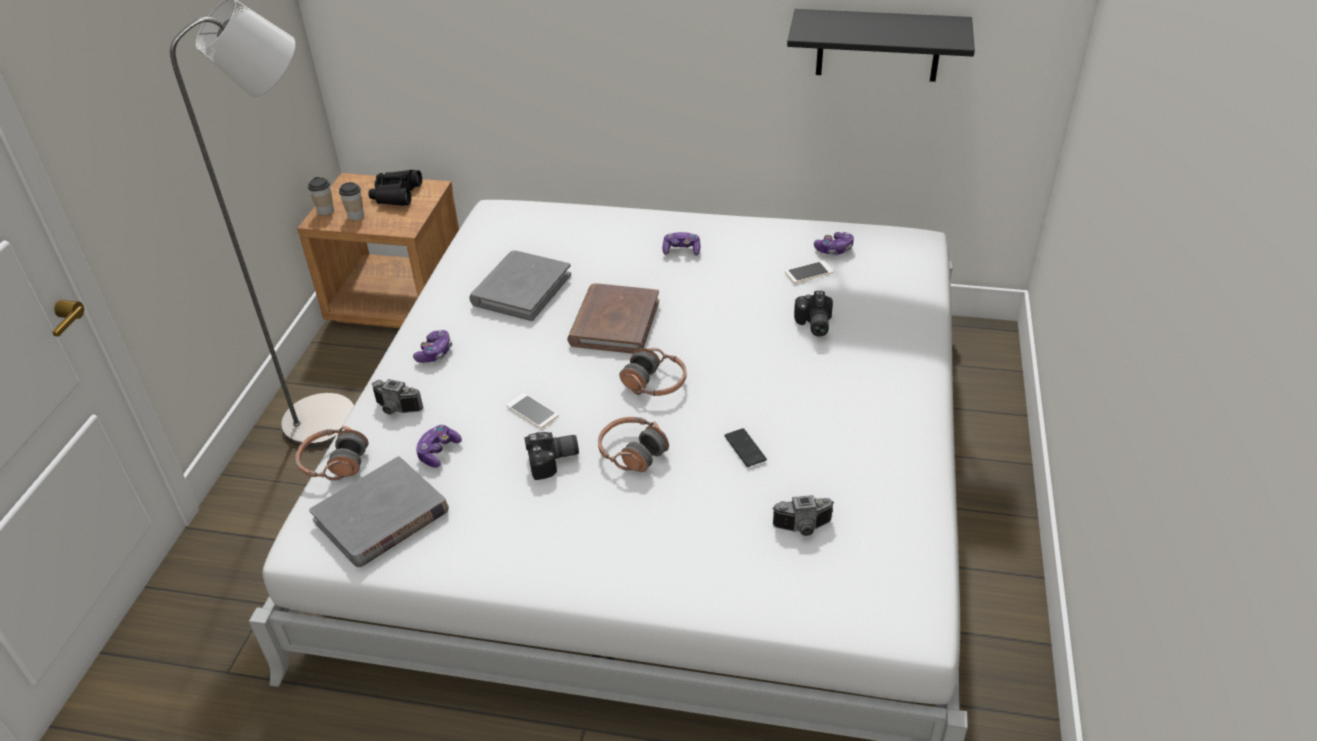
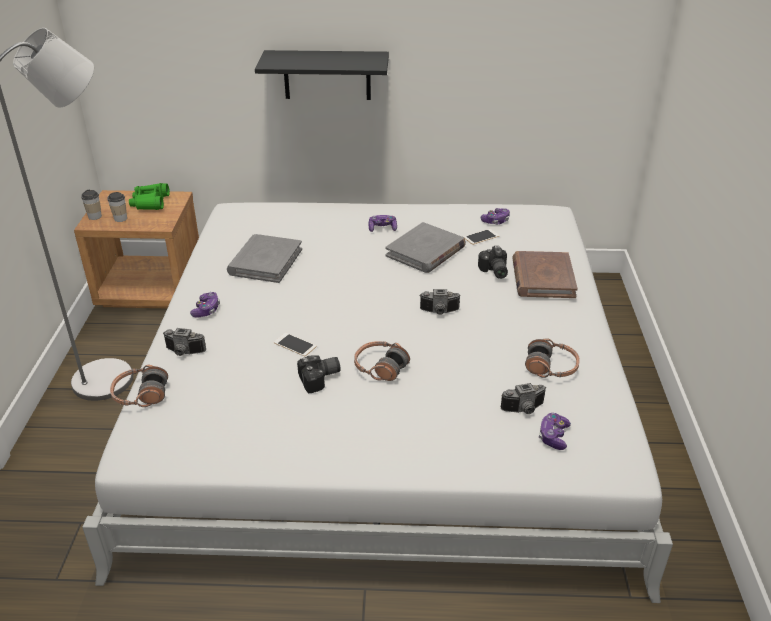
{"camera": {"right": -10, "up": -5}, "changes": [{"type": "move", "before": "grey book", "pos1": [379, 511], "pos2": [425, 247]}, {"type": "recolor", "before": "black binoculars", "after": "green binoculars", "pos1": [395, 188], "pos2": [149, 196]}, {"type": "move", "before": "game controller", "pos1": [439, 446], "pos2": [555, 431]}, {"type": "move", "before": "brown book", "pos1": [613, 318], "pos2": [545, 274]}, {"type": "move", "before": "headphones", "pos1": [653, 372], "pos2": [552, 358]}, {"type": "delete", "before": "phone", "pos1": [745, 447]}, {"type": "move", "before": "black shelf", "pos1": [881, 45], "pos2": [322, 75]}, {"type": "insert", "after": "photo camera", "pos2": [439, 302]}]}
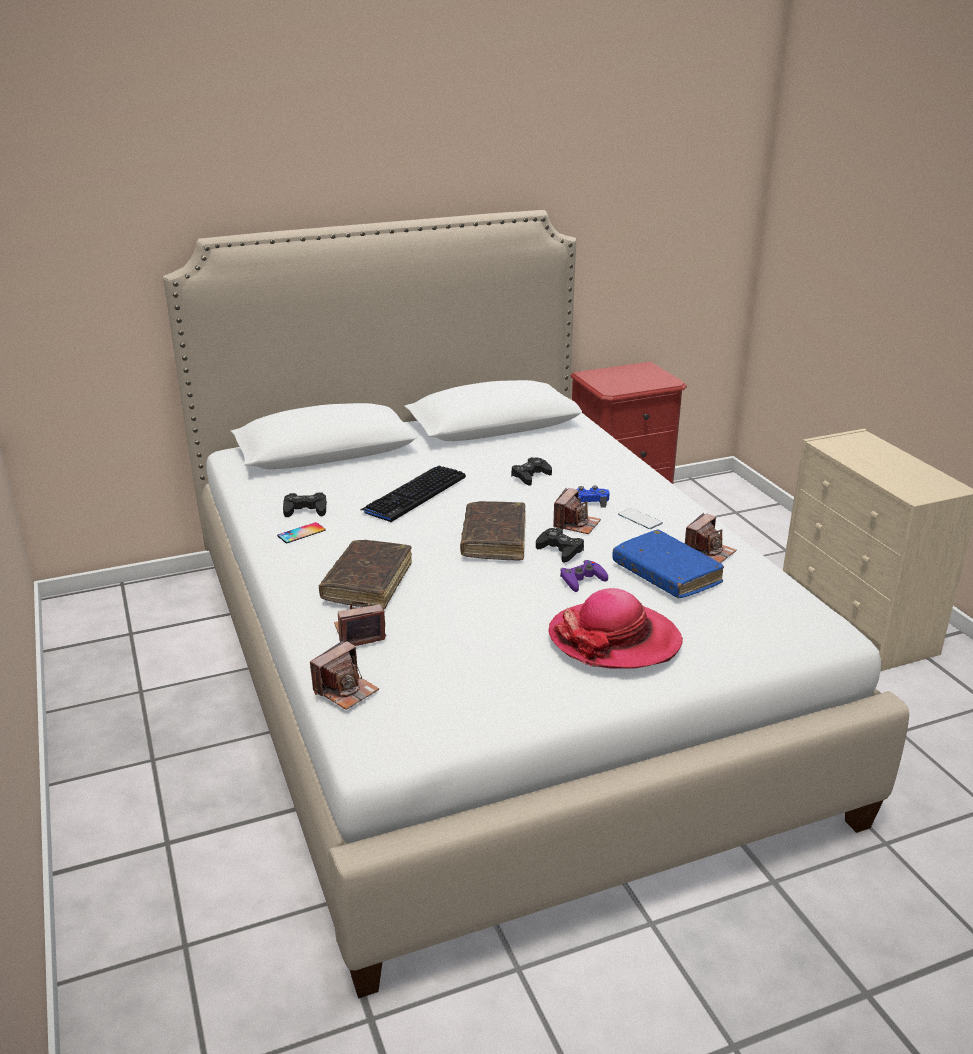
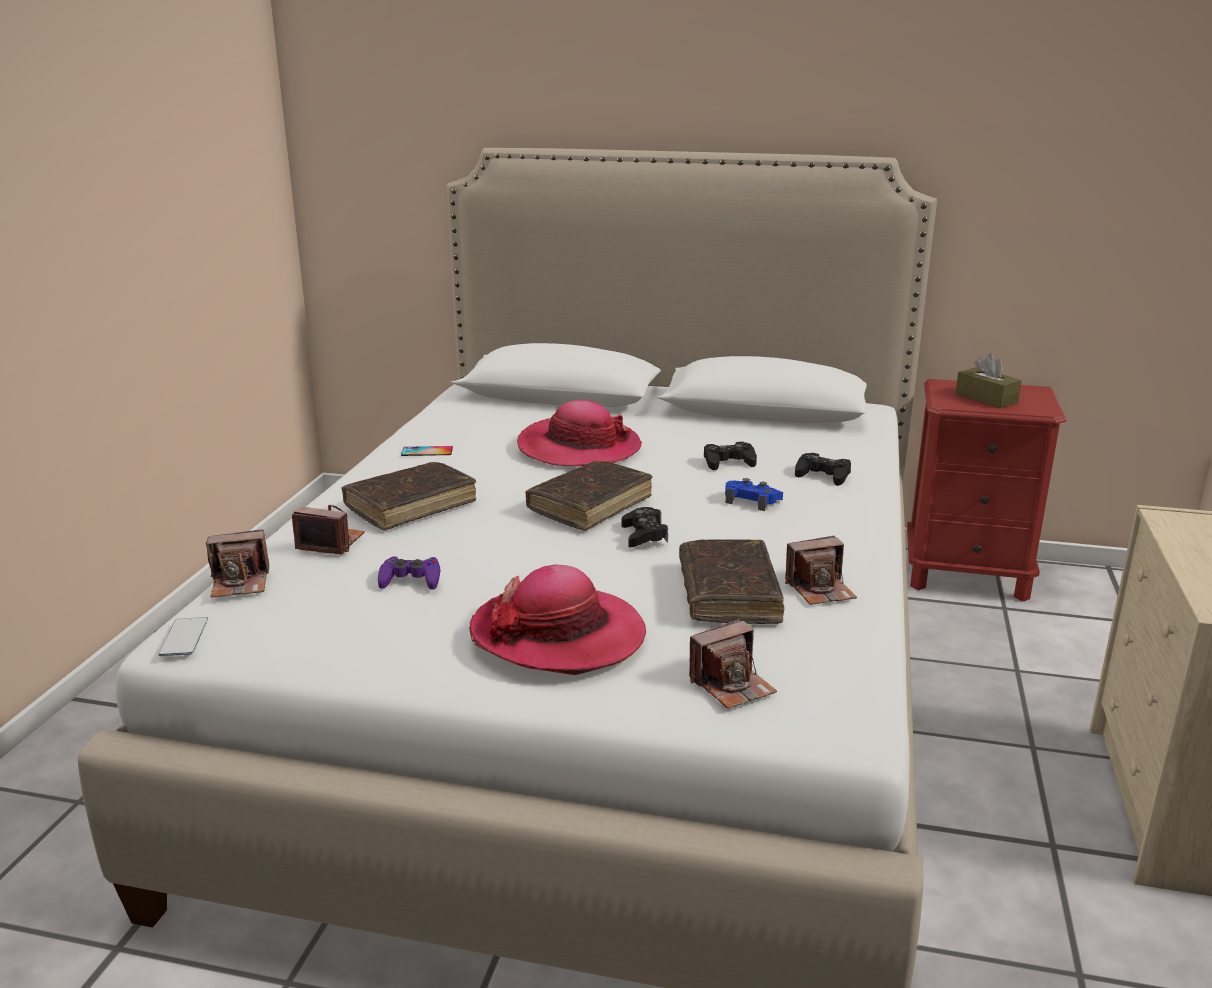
{"camera": {"right": 35, "up": -5}, "changes": [{"type": "move", "before": "black game controller", "pos1": [305, 504], "pos2": [823, 469]}, {"type": "replace", "before": "keyboard", "after": "hat", "pos1": [413, 494], "pos2": [579, 433]}, {"type": "move", "before": "photo camera", "pos1": [577, 511], "pos2": [733, 664]}, {"type": "move", "before": "purple game controller", "pos1": [584, 576], "pos2": [409, 573]}, {"type": "recolor", "before": "blue book", "after": "brown book", "pos1": [668, 564], "pos2": [731, 581]}, {"type": "move", "before": "phone", "pos1": [640, 518], "pos2": [183, 636]}, {"type": "insert", "after": "brown tissue box", "pos2": [988, 381]}]}
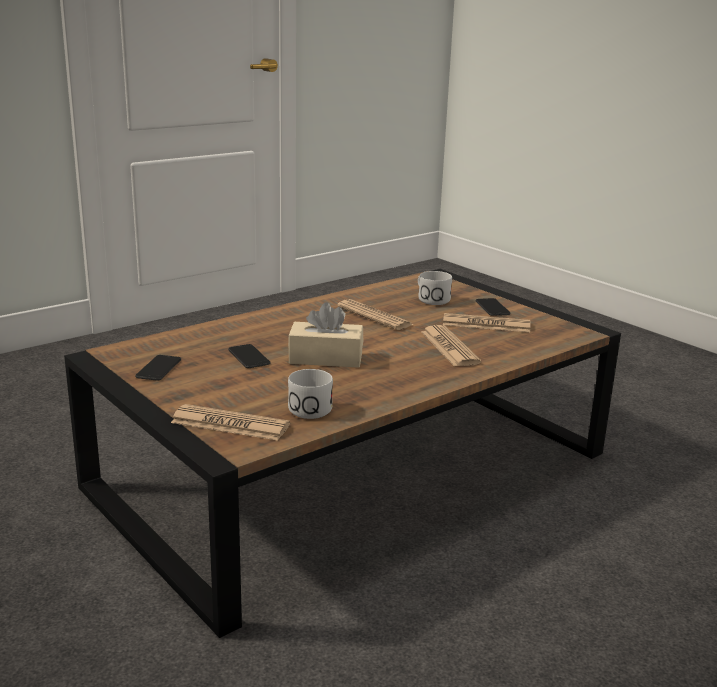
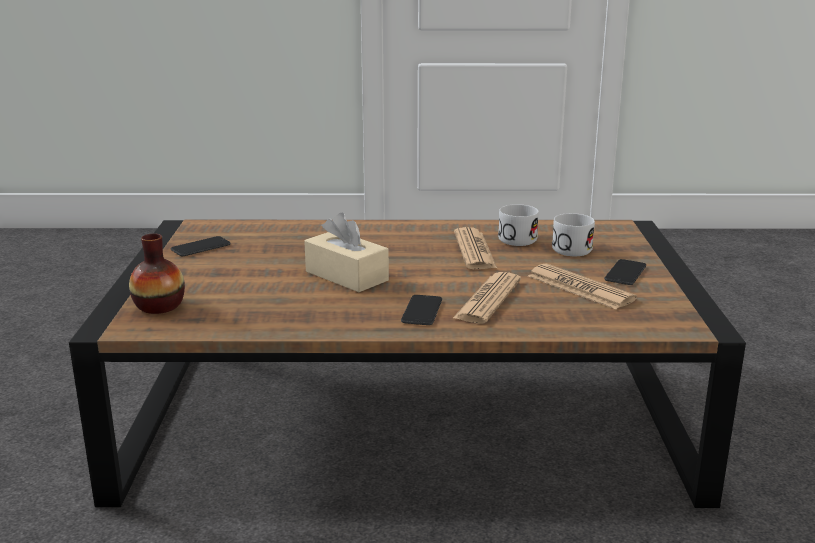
{"camera": {"right": 40, "up": 0}, "changes": [{"type": "replace", "before": "newspaper", "after": "vase", "pos1": [230, 422], "pos2": [157, 274]}, {"type": "move", "before": "phone", "pos1": [249, 356], "pos2": [421, 310]}, {"type": "move", "before": "white mug", "pos1": [310, 394], "pos2": [518, 225]}]}
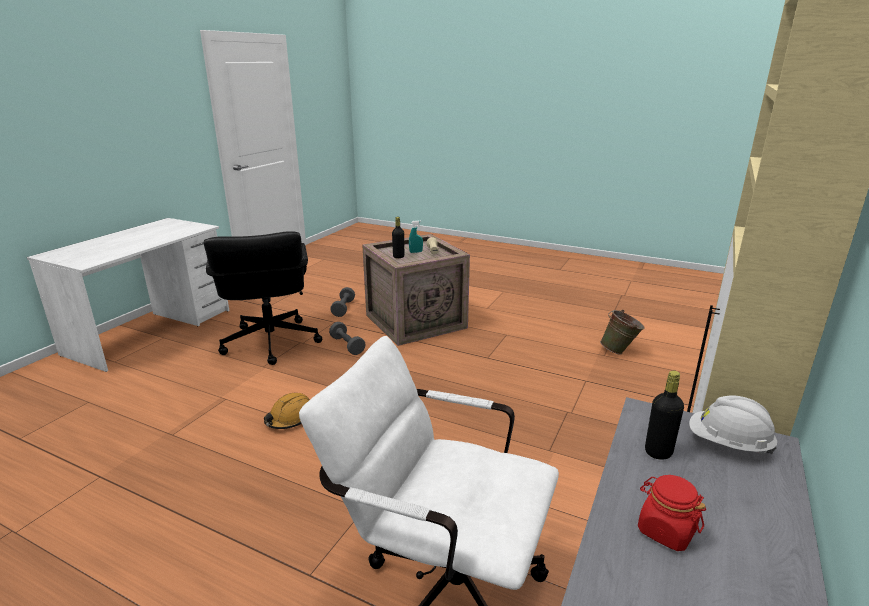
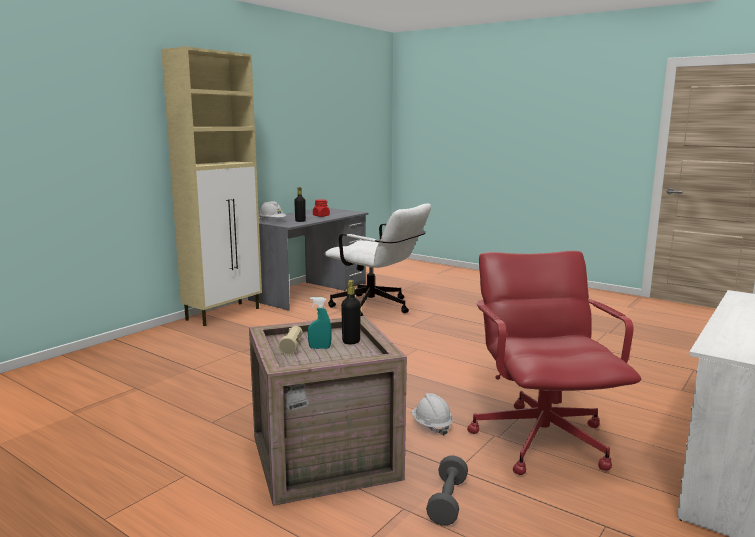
{"camera": {"right": -170, "up": -10}, "changes": [{"type": "recolor", "before": "black office chair", "after": "red office chair", "pos1": [263, 298], "pos2": [554, 363]}, {"type": "delete", "before": "orange hard hat", "pos1": [287, 411]}, {"type": "replace", "before": "grey dumbbell", "after": "white hard hat", "pos1": [347, 338], "pos2": [432, 414]}, {"type": "delete", "before": "green bucket", "pos1": [622, 332]}]}
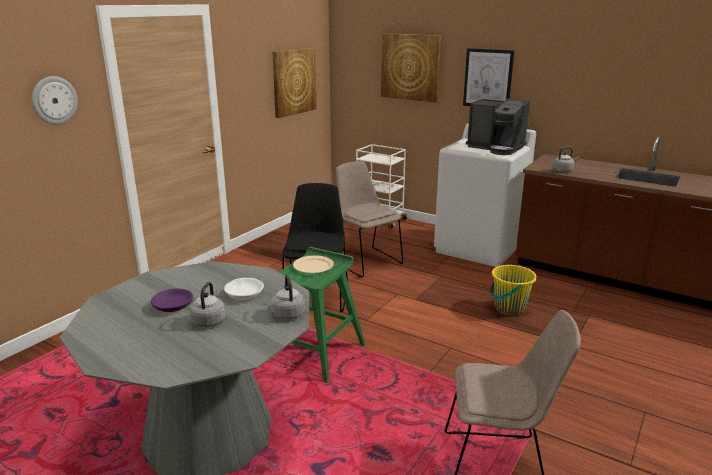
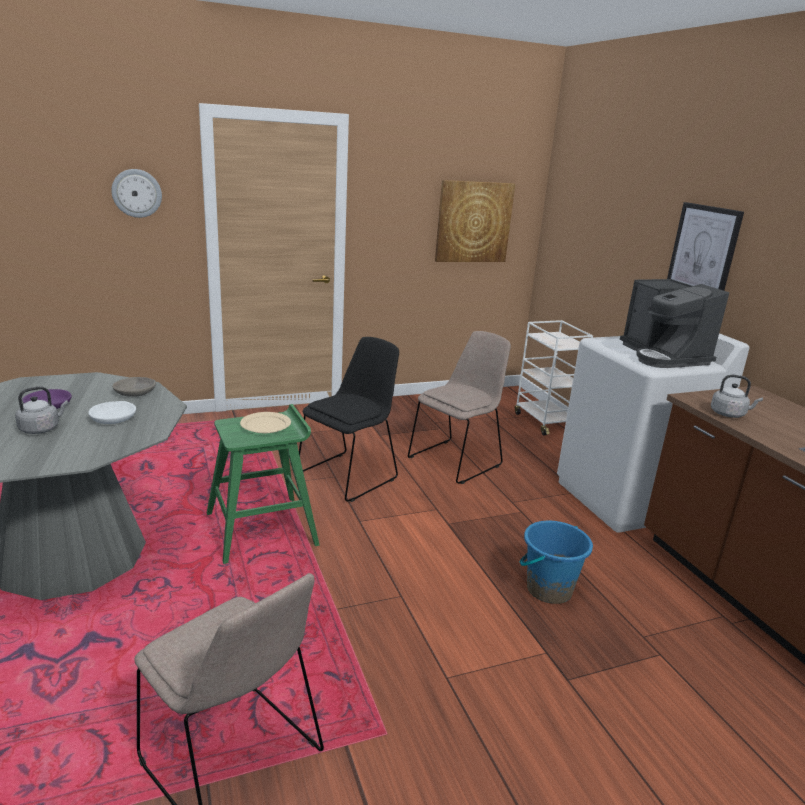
{"camera": {"right": 35, "up": 0}, "changes": [{"type": "delete", "before": "grey kettle", "pos1": [288, 297]}, {"type": "rotate", "before": "beige chair", "pos1": [369, 219], "pos2": [459, 407], "turn": 45}, {"type": "delete", "before": "picture", "pos1": [411, 68]}, {"type": "recolor", "before": "yellow bucket", "after": "blue bucket", "pos1": [513, 290], "pos2": [556, 562]}, {"type": "insert", "after": "grey bowl", "pos2": [134, 387]}]}
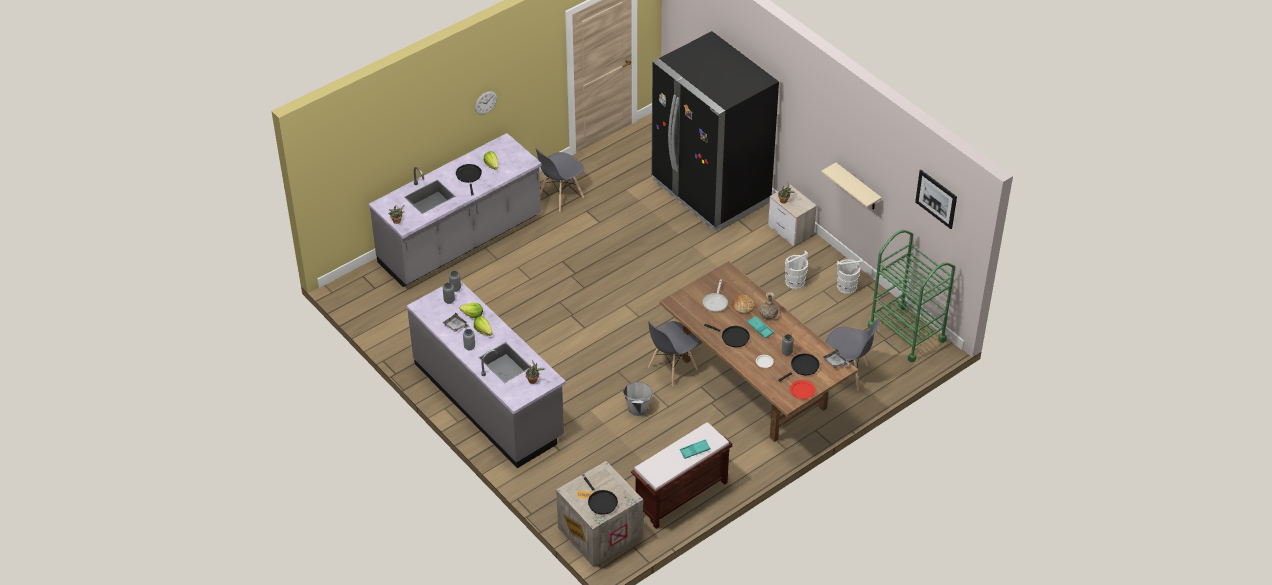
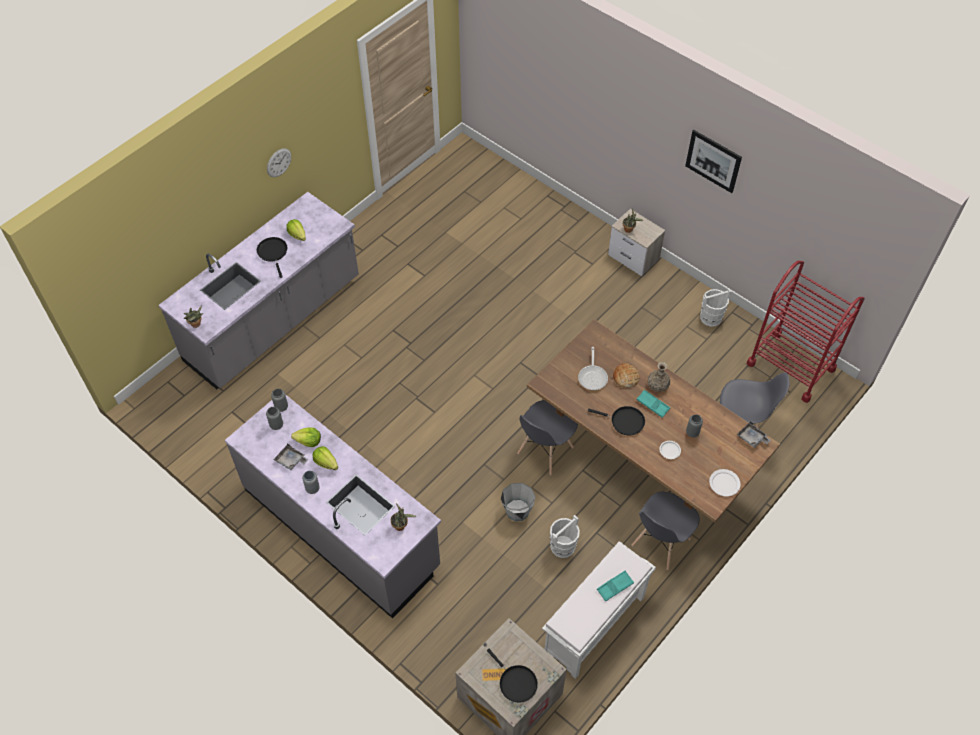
{"camera": {"right": -10, "up": 10}, "changes": [{"type": "move", "before": "grey chair", "pos1": [559, 180], "pos2": [666, 531]}, {"type": "recolor", "before": "brown bench", "after": "white bench", "pos1": [681, 475], "pos2": [599, 610]}, {"type": "delete", "before": "black fridge", "pos1": [715, 131]}, {"type": "delete", "before": "black frying pan", "pos1": [799, 367]}, {"type": "move", "before": "white bucket", "pos1": [796, 270], "pos2": [565, 536]}, {"type": "recolor", "before": "red plate", "after": "white plate", "pos1": [802, 389], "pos2": [725, 482]}, {"type": "delete", "before": "beige shelf", "pos1": [851, 186]}, {"type": "recolor", "before": "green cart", "after": "red cart", "pos1": [911, 296], "pos2": [805, 332]}, {"type": "move", "before": "picture", "pos1": [936, 199], "pos2": [713, 161]}]}
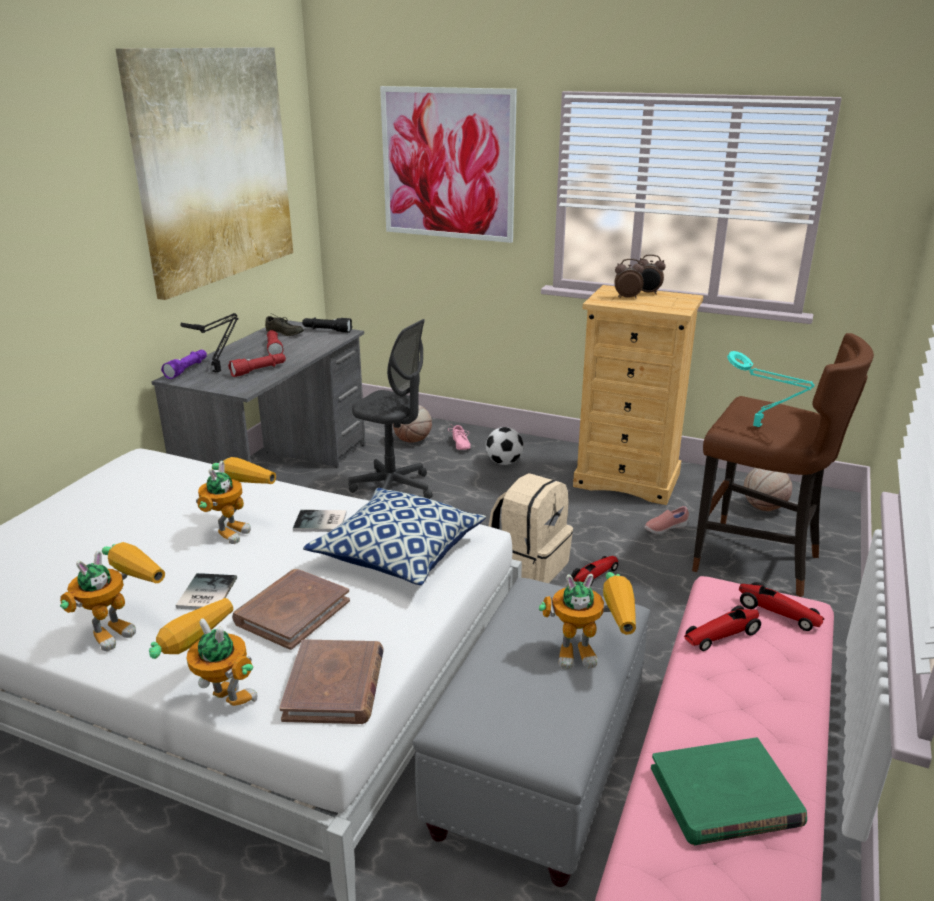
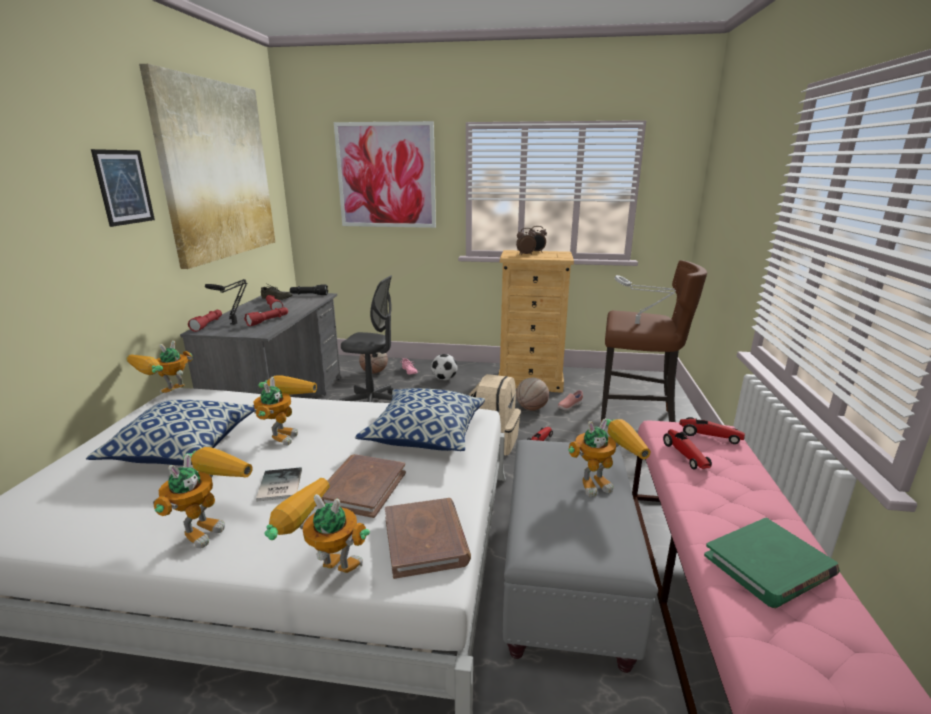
{"camera": {"right": -15, "up": -5}, "changes": [{"type": "recolor", "before": "purple flashlight", "after": "red flashlight", "pos1": [184, 364], "pos2": [205, 321]}, {"type": "delete", "before": "book", "pos1": [320, 521]}, {"type": "rotate", "before": "toy car", "pos1": [722, 628], "pos2": [687, 449], "turn": -60}, {"type": "recolor", "before": "turquoise table lamp", "after": "grey table lamp", "pos1": [771, 389], "pos2": [645, 299]}, {"type": "move", "before": "basketball", "pos1": [768, 489], "pos2": [532, 394]}, {"type": "insert", "after": "pillow", "pos2": [170, 433]}, {"type": "insert", "after": "picture", "pos2": [123, 188]}, {"type": "insert", "after": "toy robot", "pos2": [159, 367]}]}
